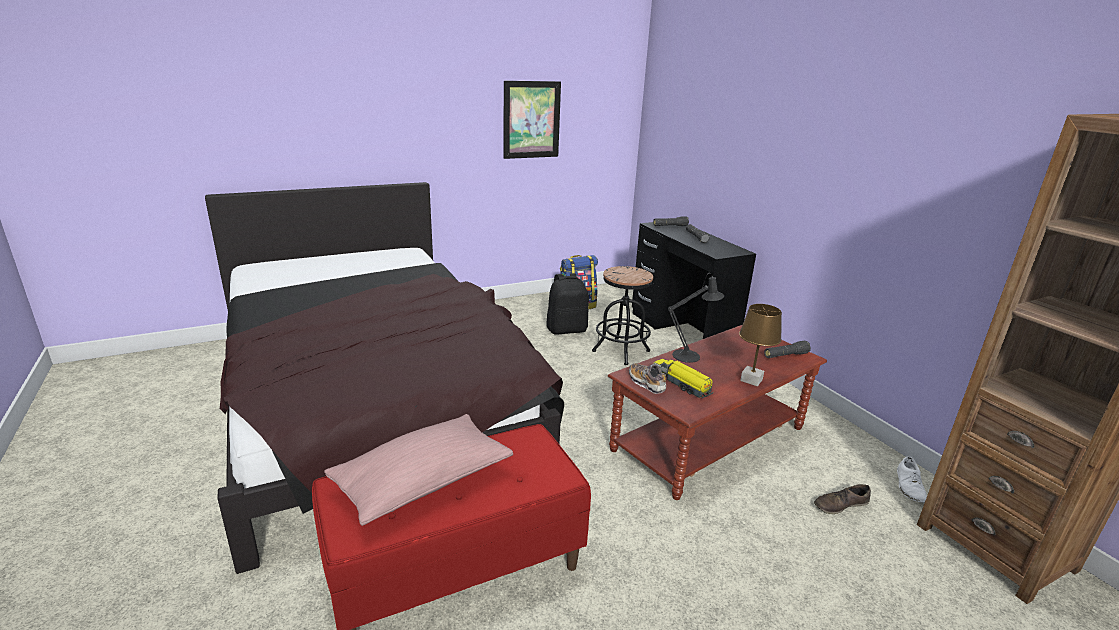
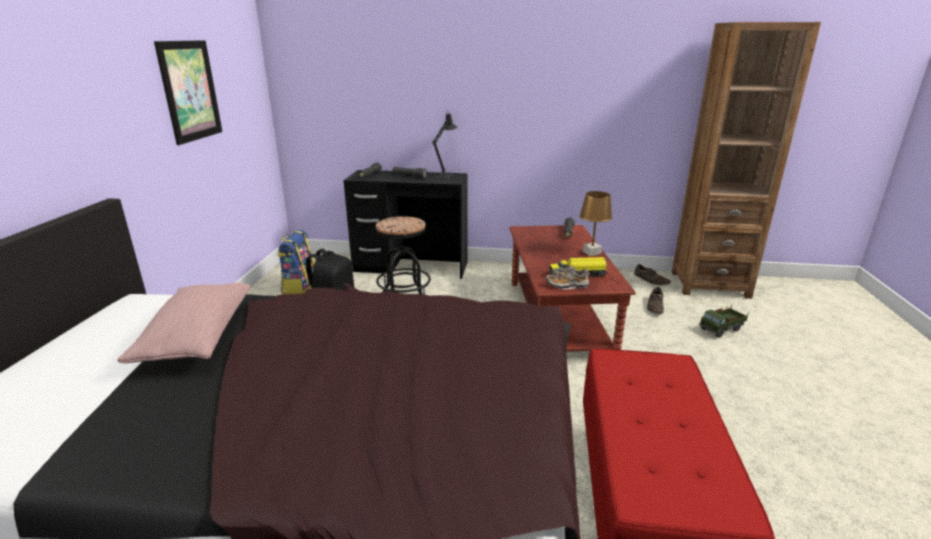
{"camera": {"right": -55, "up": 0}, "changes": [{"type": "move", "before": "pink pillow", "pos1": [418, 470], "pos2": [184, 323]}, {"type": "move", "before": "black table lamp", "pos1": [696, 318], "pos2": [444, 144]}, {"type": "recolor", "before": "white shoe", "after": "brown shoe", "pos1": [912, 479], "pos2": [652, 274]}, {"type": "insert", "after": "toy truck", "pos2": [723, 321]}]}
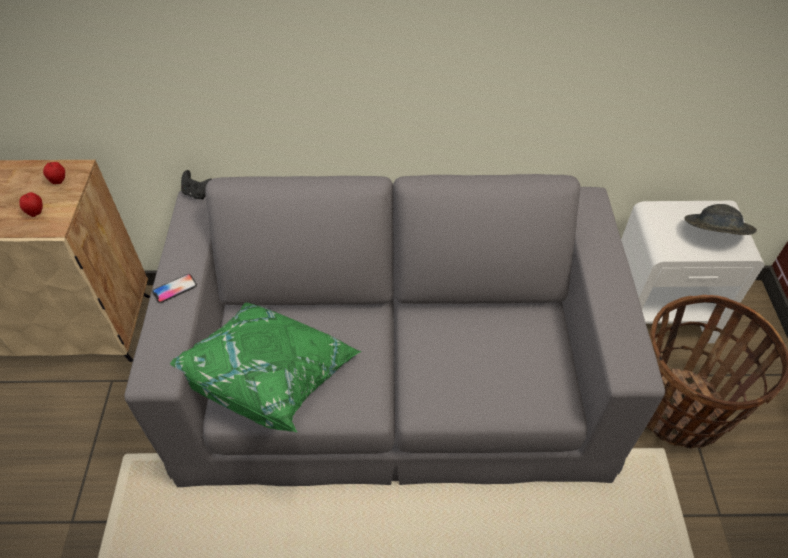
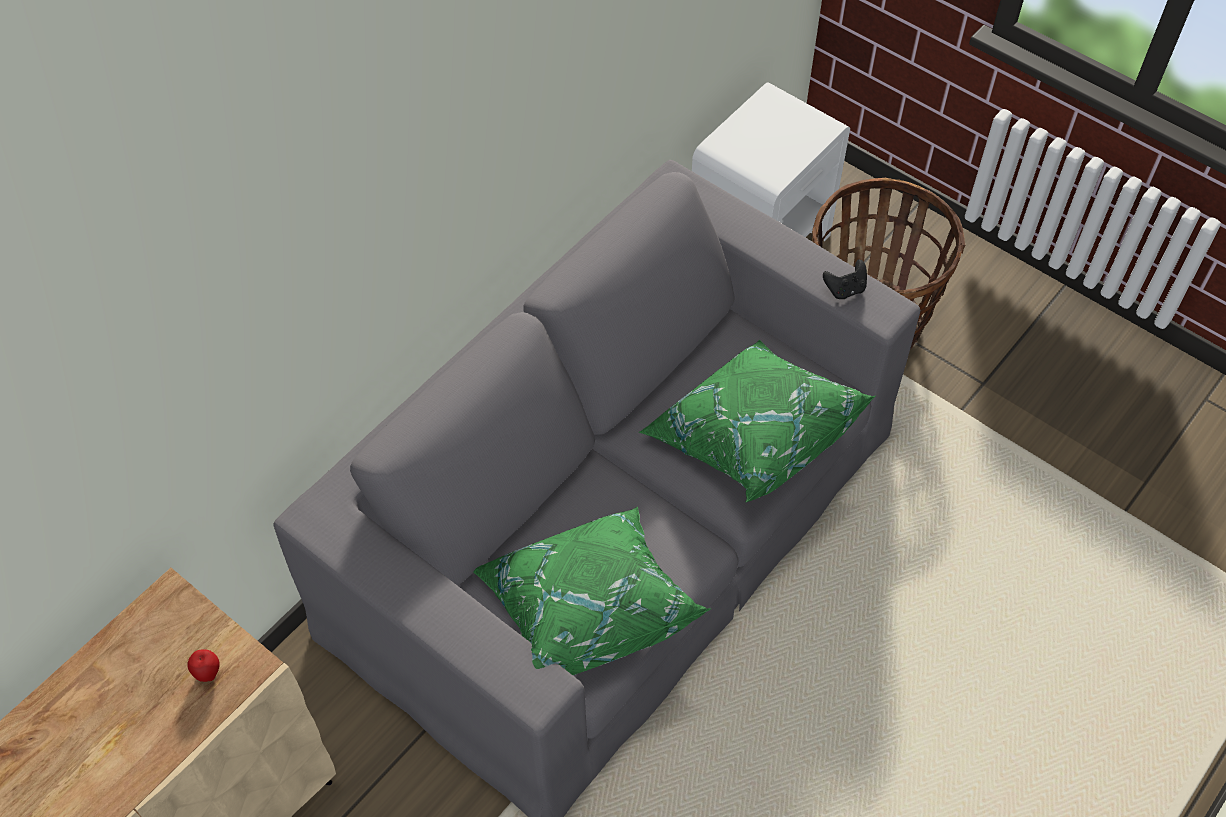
{"camera": {"right": -50, "up": 5}, "changes": [{"type": "delete", "before": "apple", "pos1": [54, 173]}, {"type": "delete", "before": "phone", "pos1": [174, 288]}, {"type": "move", "before": "black game controller", "pos1": [196, 185], "pos2": [845, 279]}, {"type": "delete", "before": "grey hat", "pos1": [720, 219]}, {"type": "insert", "after": "green pillow", "pos2": [757, 420]}]}
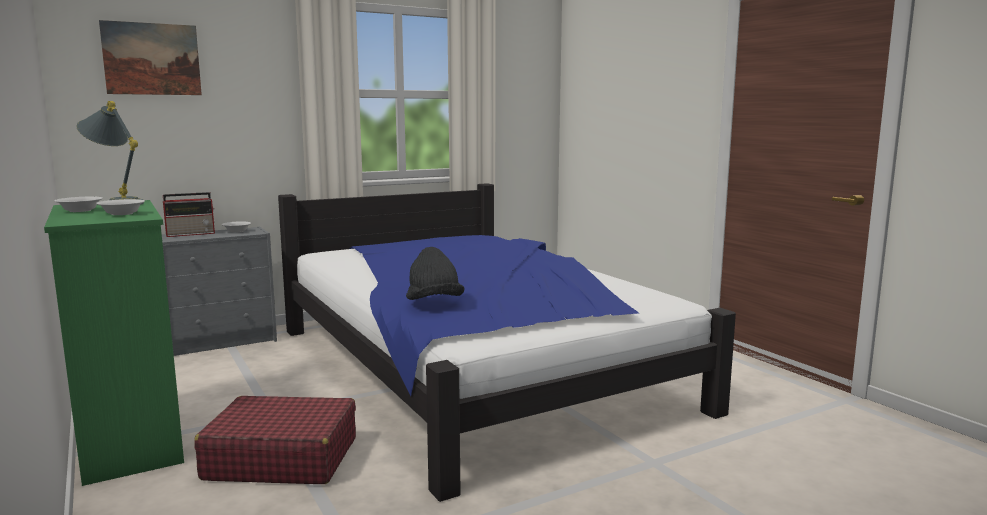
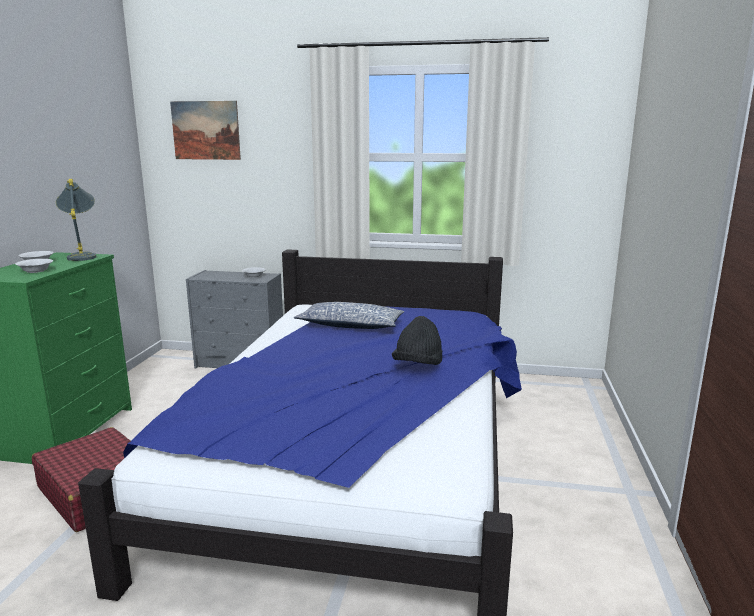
{"camera": {"right": 40, "up": 5}, "changes": [{"type": "delete", "before": "radio", "pos1": [189, 214]}, {"type": "move", "before": "black hat", "pos1": [435, 273], "pos2": [417, 340]}, {"type": "insert", "after": "pillow", "pos2": [349, 315]}]}
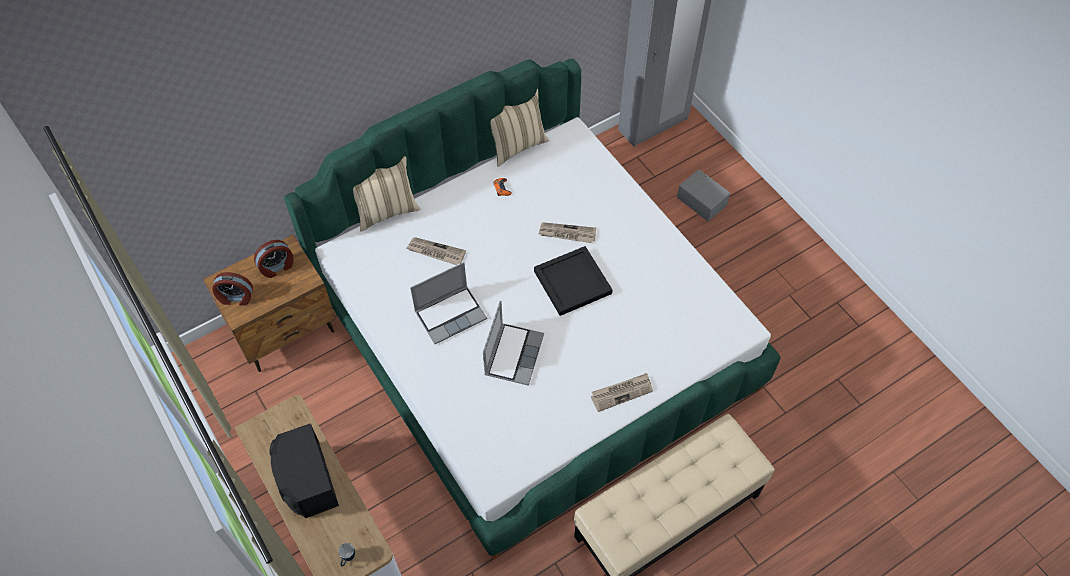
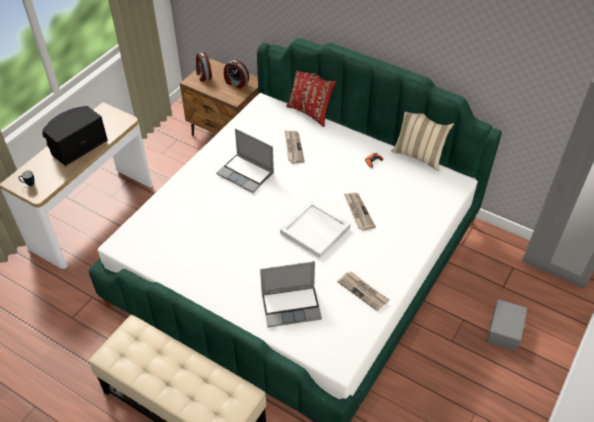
{"camera": {"right": 65, "up": -10}, "changes": [{"type": "recolor", "before": "beige pillow", "after": "red pillow", "pos1": [387, 194], "pos2": [311, 99]}, {"type": "move", "before": "laptop", "pos1": [513, 343], "pos2": [291, 294]}, {"type": "recolor", "before": "black tray", "after": "white tray", "pos1": [573, 281], "pos2": [315, 229]}, {"type": "move", "before": "newspaper", "pos1": [622, 392], "pos2": [363, 291]}]}
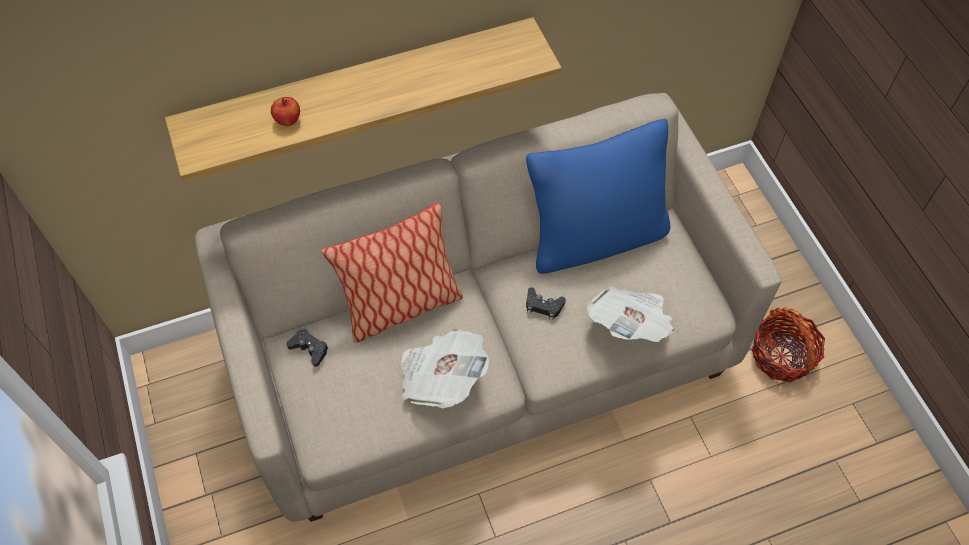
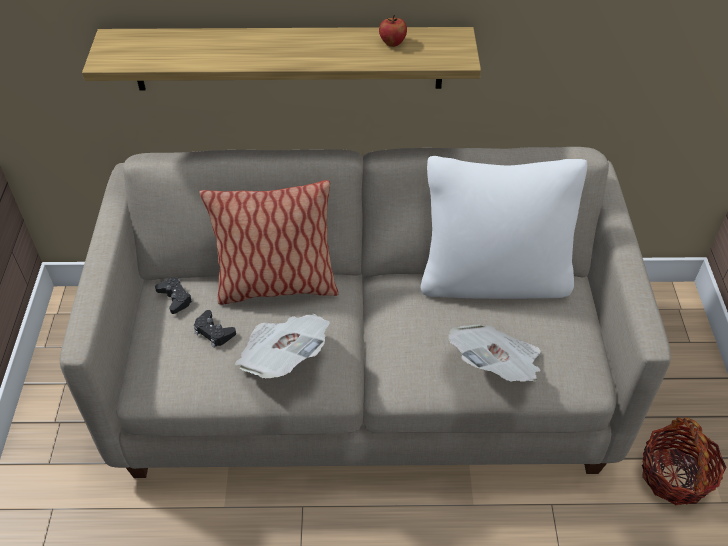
{"camera": {"right": 20, "up": -10}, "changes": [{"type": "move", "before": "apple", "pos1": [285, 111], "pos2": [393, 31]}, {"type": "recolor", "before": "blue pillow", "after": "white pillow", "pos1": [598, 196], "pos2": [504, 227]}, {"type": "move", "before": "black game controller", "pos1": [546, 303], "pos2": [215, 329]}]}
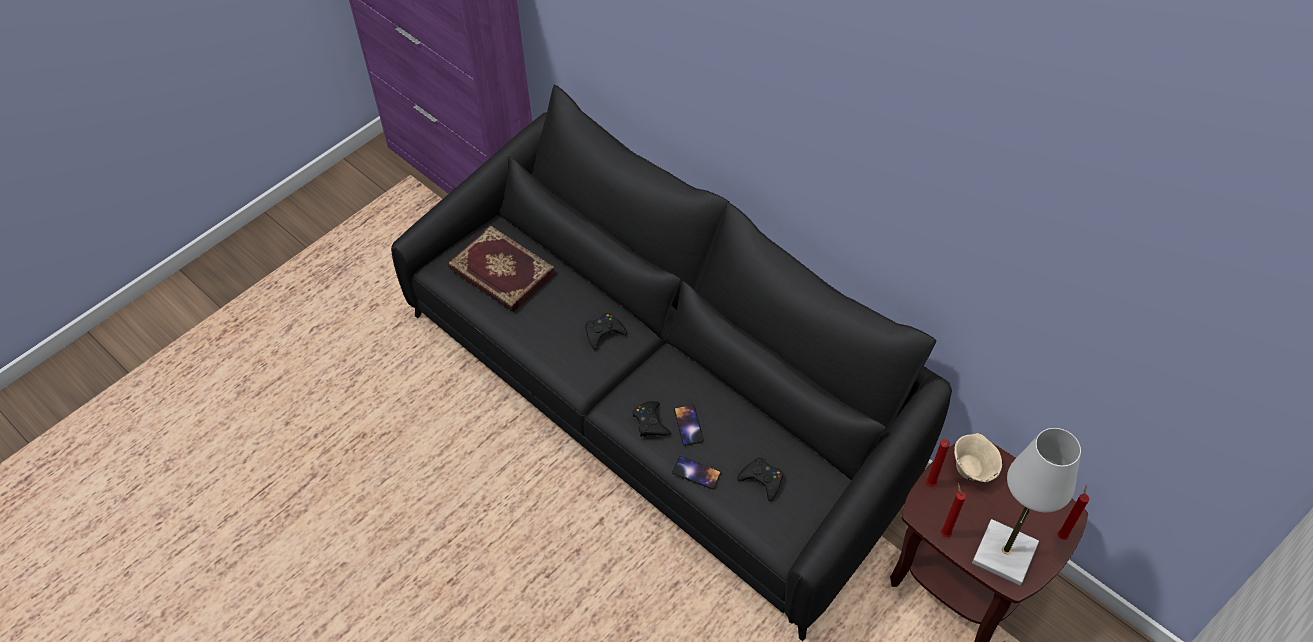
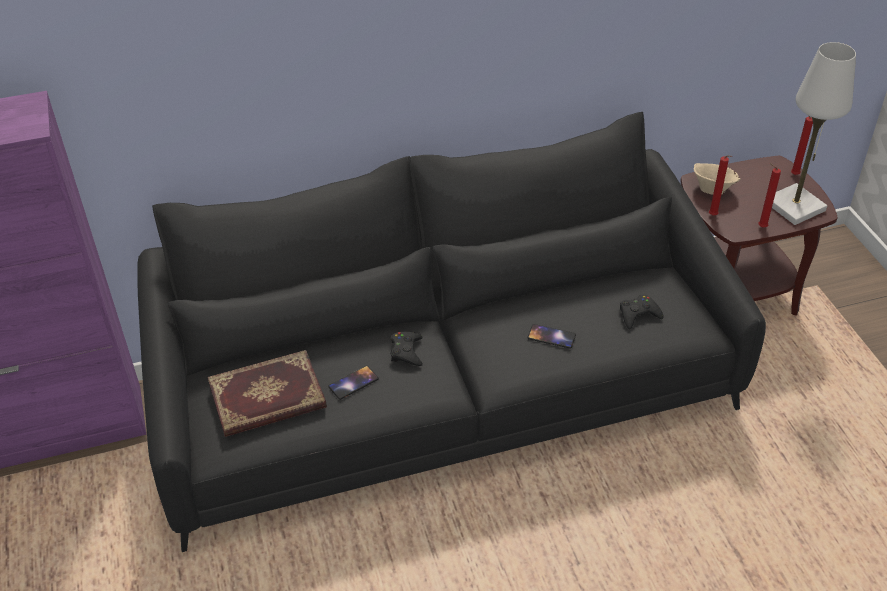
{"camera": {"right": -60, "up": -10}, "changes": [{"type": "delete", "before": "black game controller", "pos1": [652, 419]}, {"type": "move", "before": "phone", "pos1": [696, 472], "pos2": [353, 383]}]}
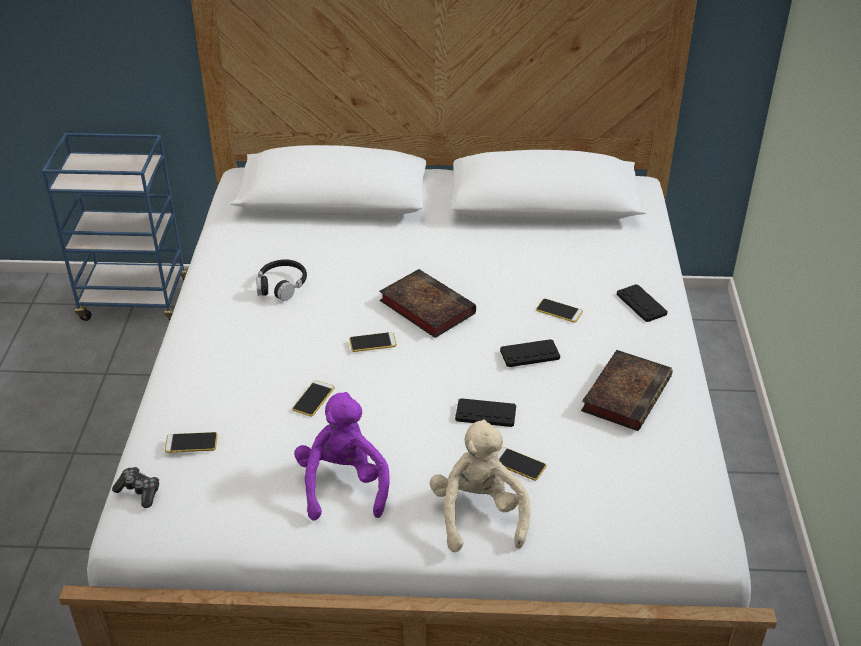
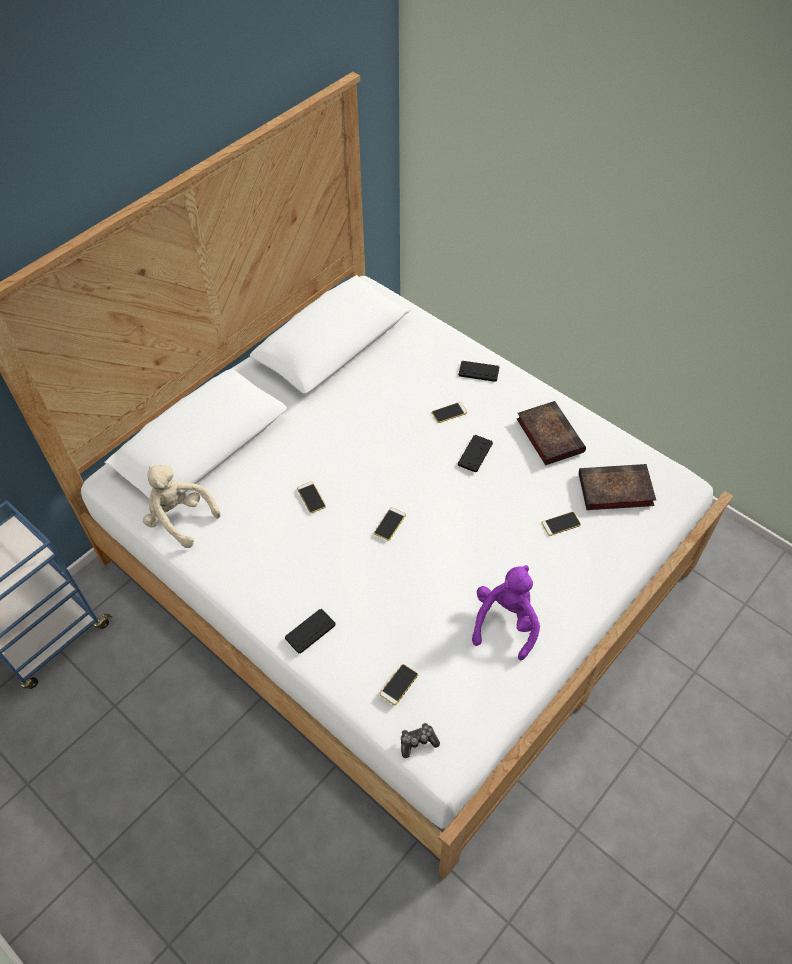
{"camera": {"right": -50, "up": 15}, "changes": [{"type": "delete", "before": "black headphones", "pos1": [281, 280]}, {"type": "move", "before": "phone", "pos1": [313, 398], "pos2": [311, 497]}, {"type": "rotate", "before": "purple plush toy", "pos1": [342, 456], "pos2": [506, 612], "turn": 75}, {"type": "move", "before": "book", "pos1": [427, 303], "pos2": [617, 487]}, {"type": "move", "before": "beige plush toy", "pos1": [480, 485], "pos2": [182, 506]}, {"type": "move", "before": "black game controller", "pos1": [485, 412], "pos2": [310, 631]}]}
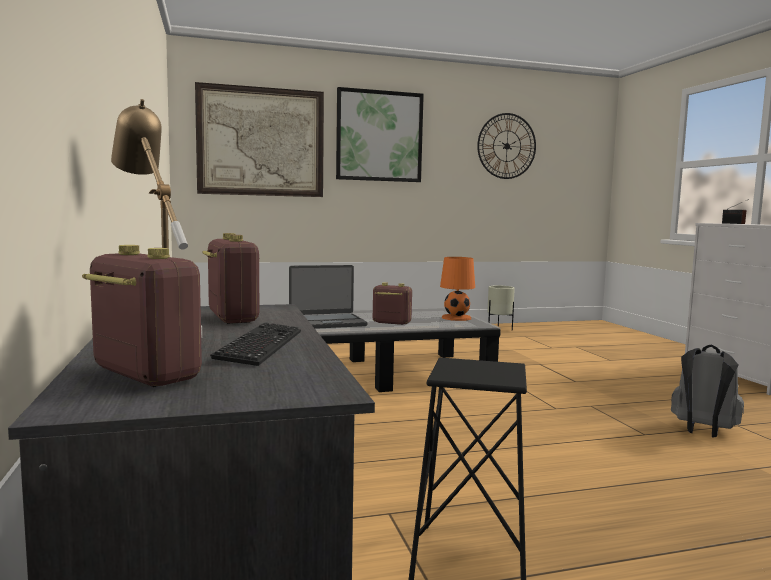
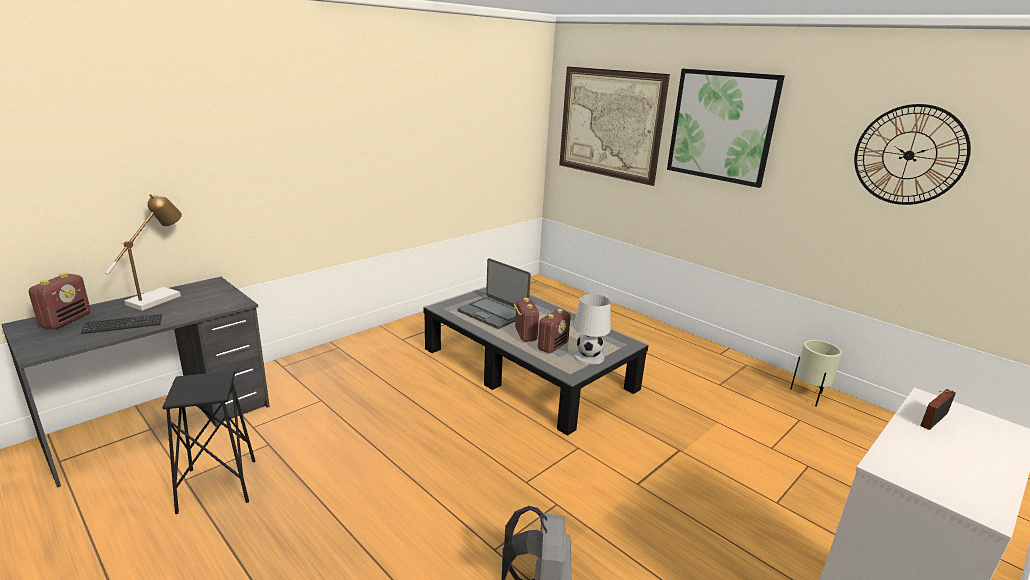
{"camera": {"right": 60, "up": 15}, "changes": [{"type": "move", "before": "radio", "pos1": [230, 278], "pos2": [554, 331]}, {"type": "recolor", "before": "orange table lamp", "after": "white table lamp", "pos1": [457, 289], "pos2": [592, 329]}]}
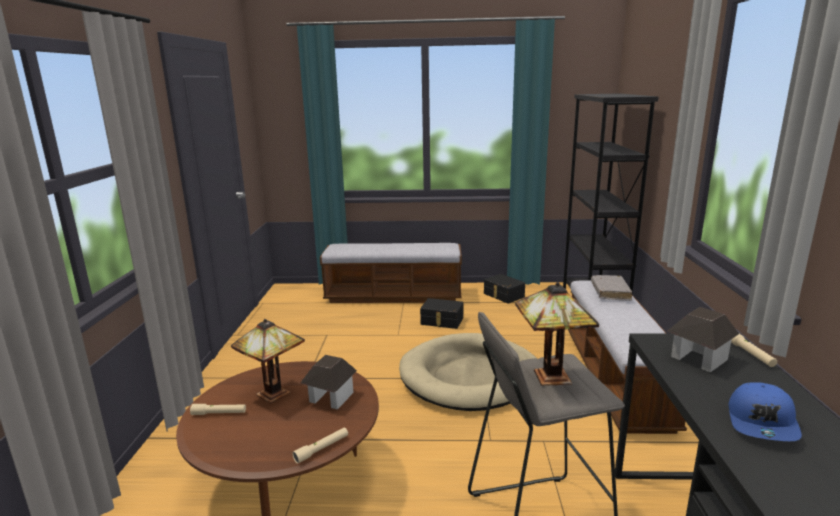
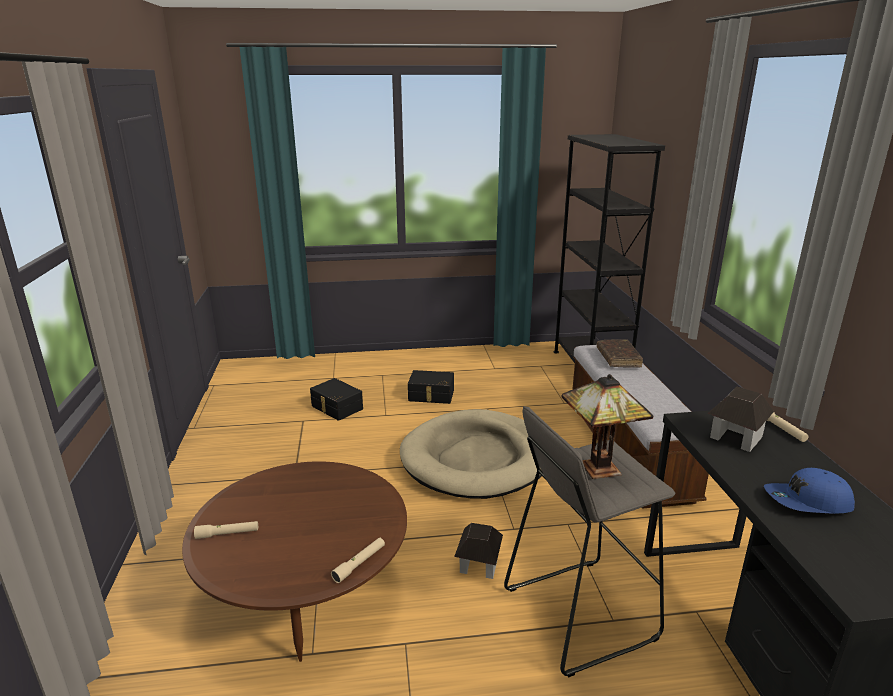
{"camera": {"right": -10, "up": 5}, "changes": [{"type": "delete", "before": "table lamp", "pos1": [268, 361]}, {"type": "move", "before": "toy house", "pos1": [328, 382], "pos2": [478, 551]}, {"type": "delete", "before": "bench", "pos1": [391, 273]}, {"type": "move", "before": "black storage box", "pos1": [504, 289], "pos2": [336, 399]}, {"type": "recolor", "before": "grey book", "after": "brown book", "pos1": [611, 288], "pos2": [620, 353]}, {"type": "rotate", "before": "blue cap", "pos1": [765, 411], "pos2": [809, 491], "turn": 75}]}
